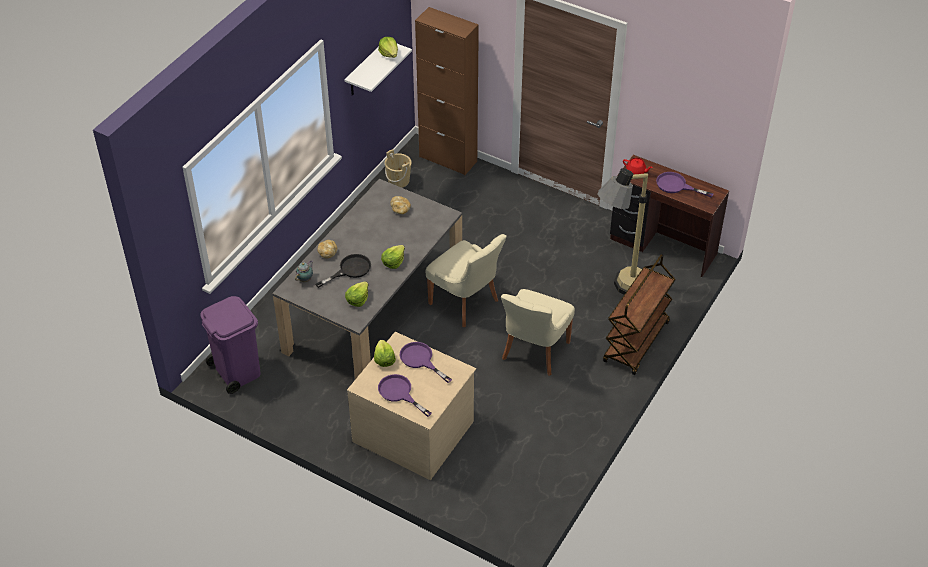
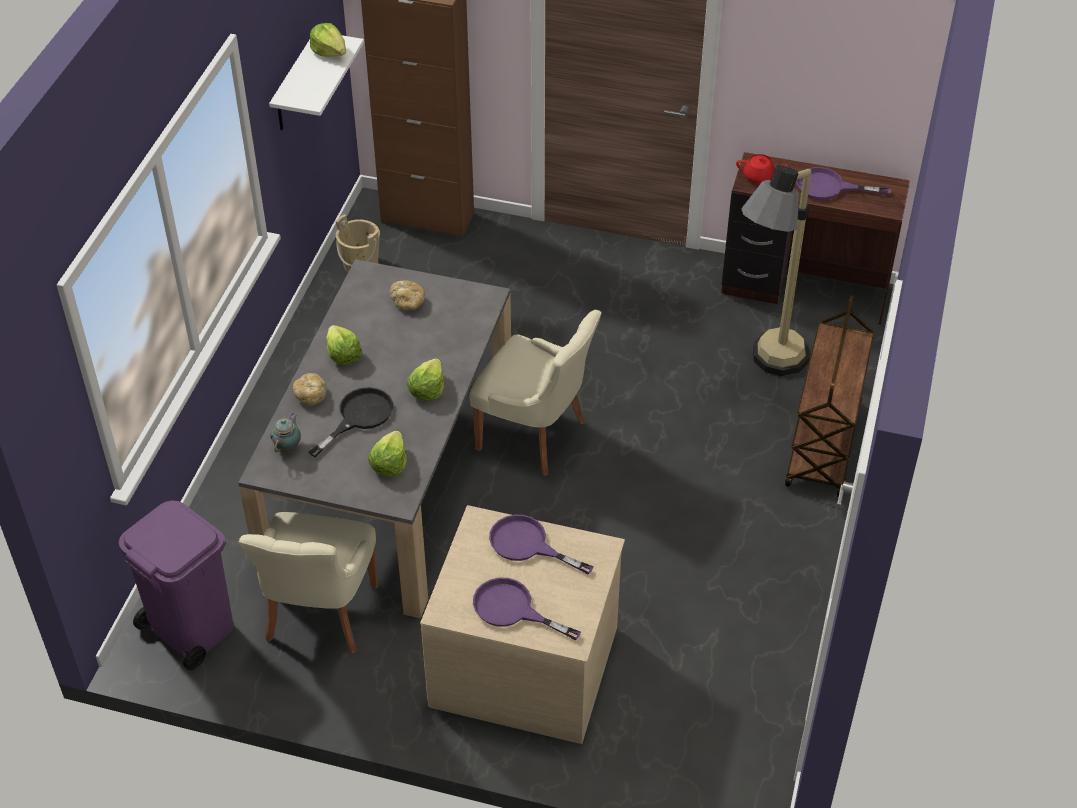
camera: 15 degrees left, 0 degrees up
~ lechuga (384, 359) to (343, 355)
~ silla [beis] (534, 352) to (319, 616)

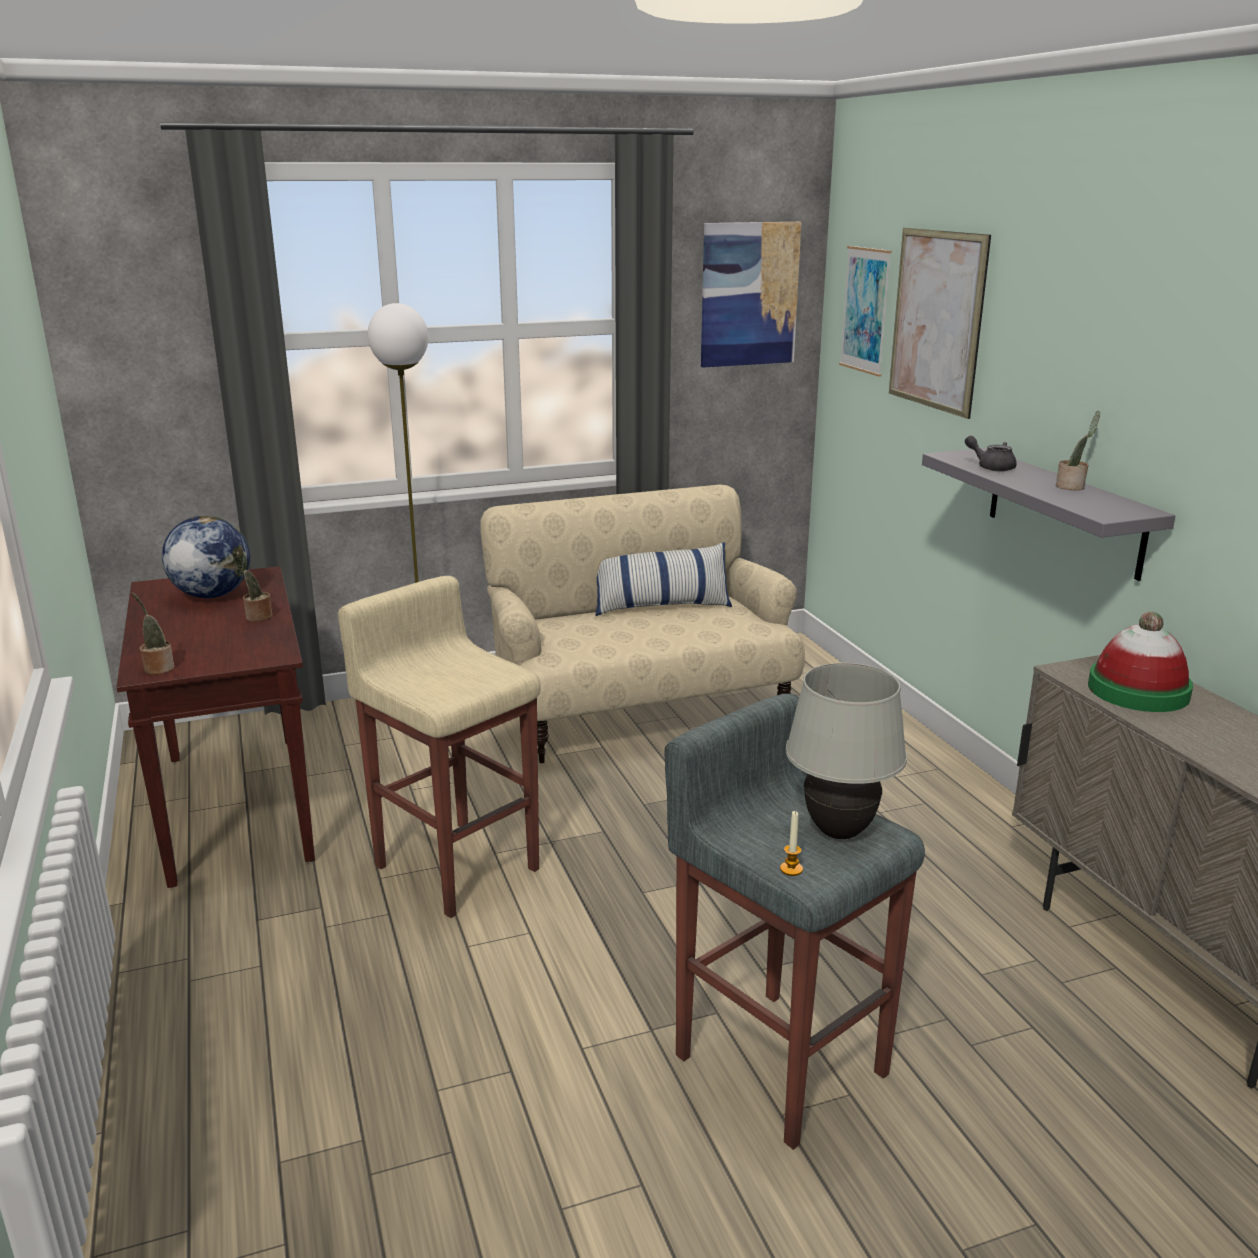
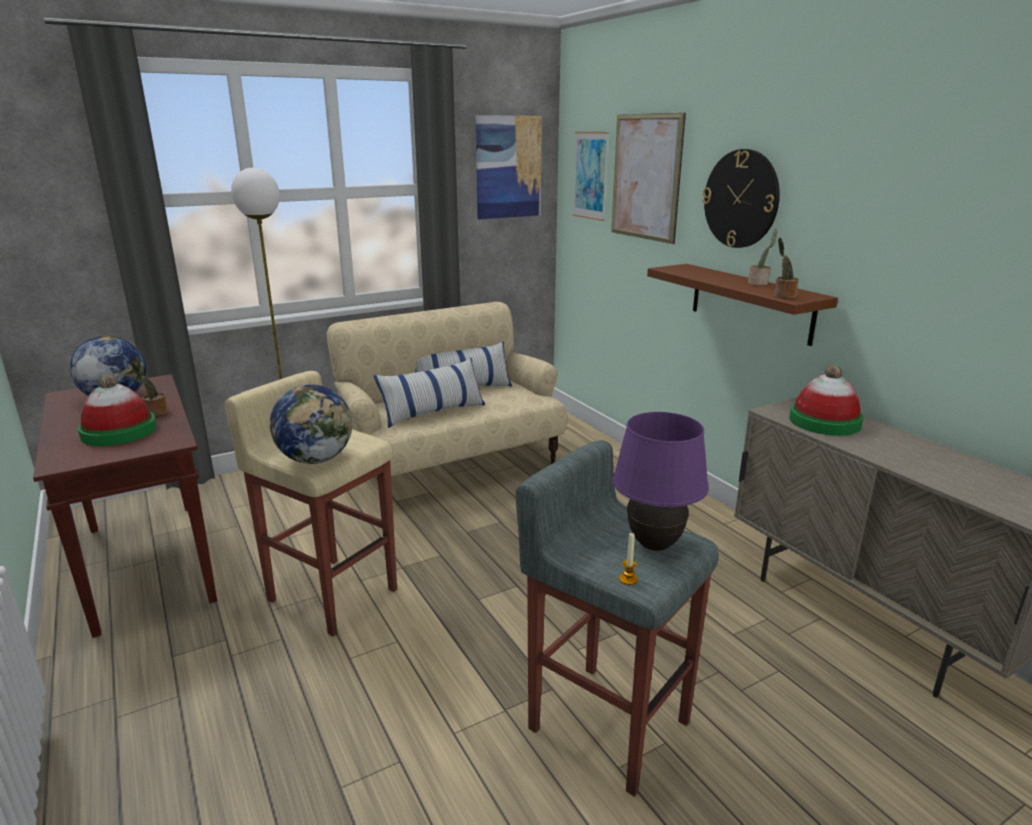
camera: 10 degrees left, 0 degrees up
~ planta en maceta (157, 668) to (783, 296)
~ lámpara de mesa [blanco] (839, 832) to lámpara de mesa [morado] (655, 545)
~ estante [gris] (1064, 512) to estante [marrón] (750, 303)
- tetera [gris] (991, 467)
+ sombrero (119, 431)
+ globo terráqueo (316, 459)
+ cojín (433, 412)
+ reloj de pared (741, 199)

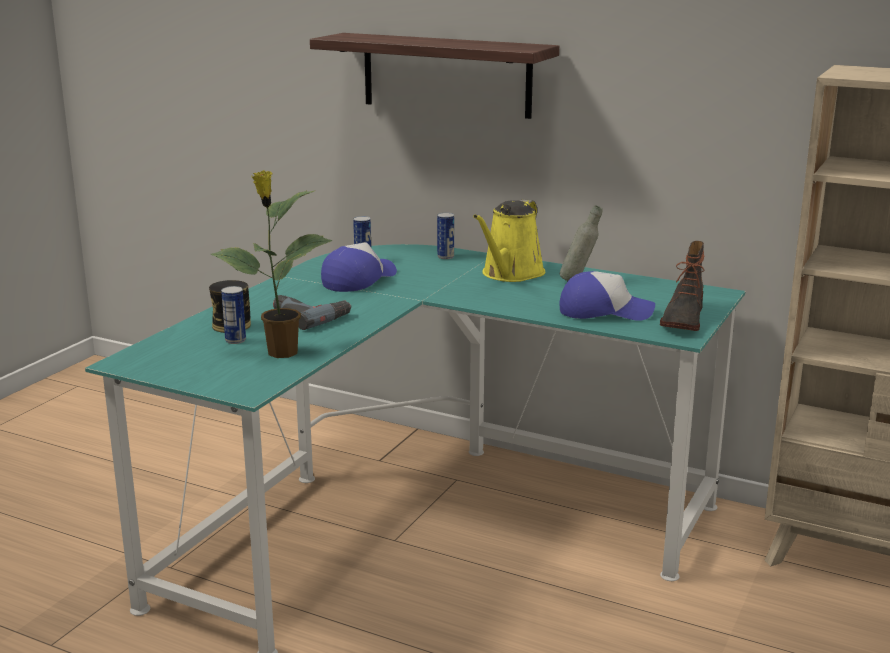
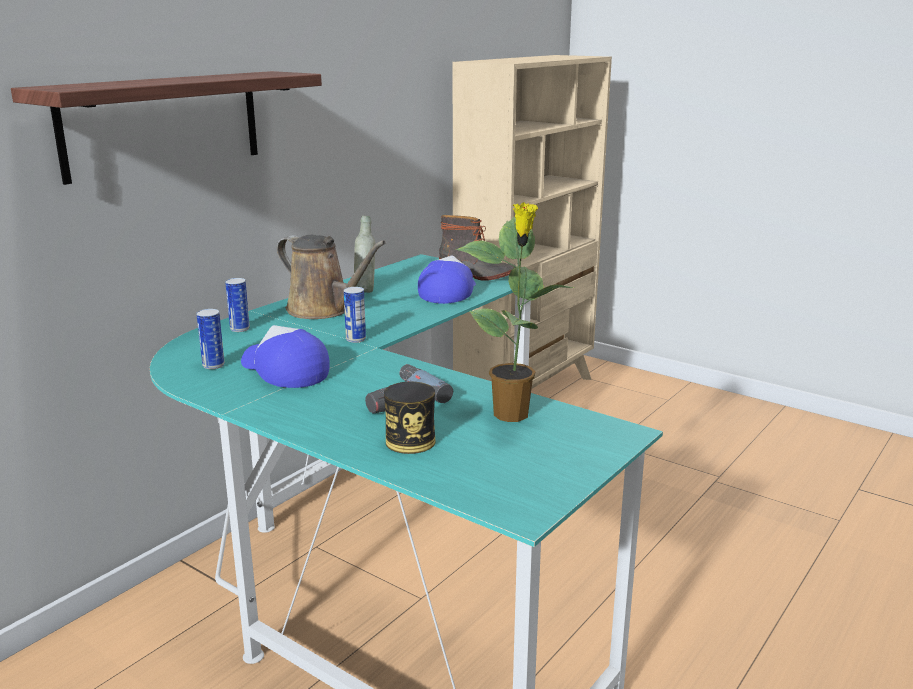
camera: 80 degrees left, 0 degrees up
~ lata (235, 340) to (355, 339)
~ regadera [amarillo] (510, 274) to regadera [marrón] (323, 310)

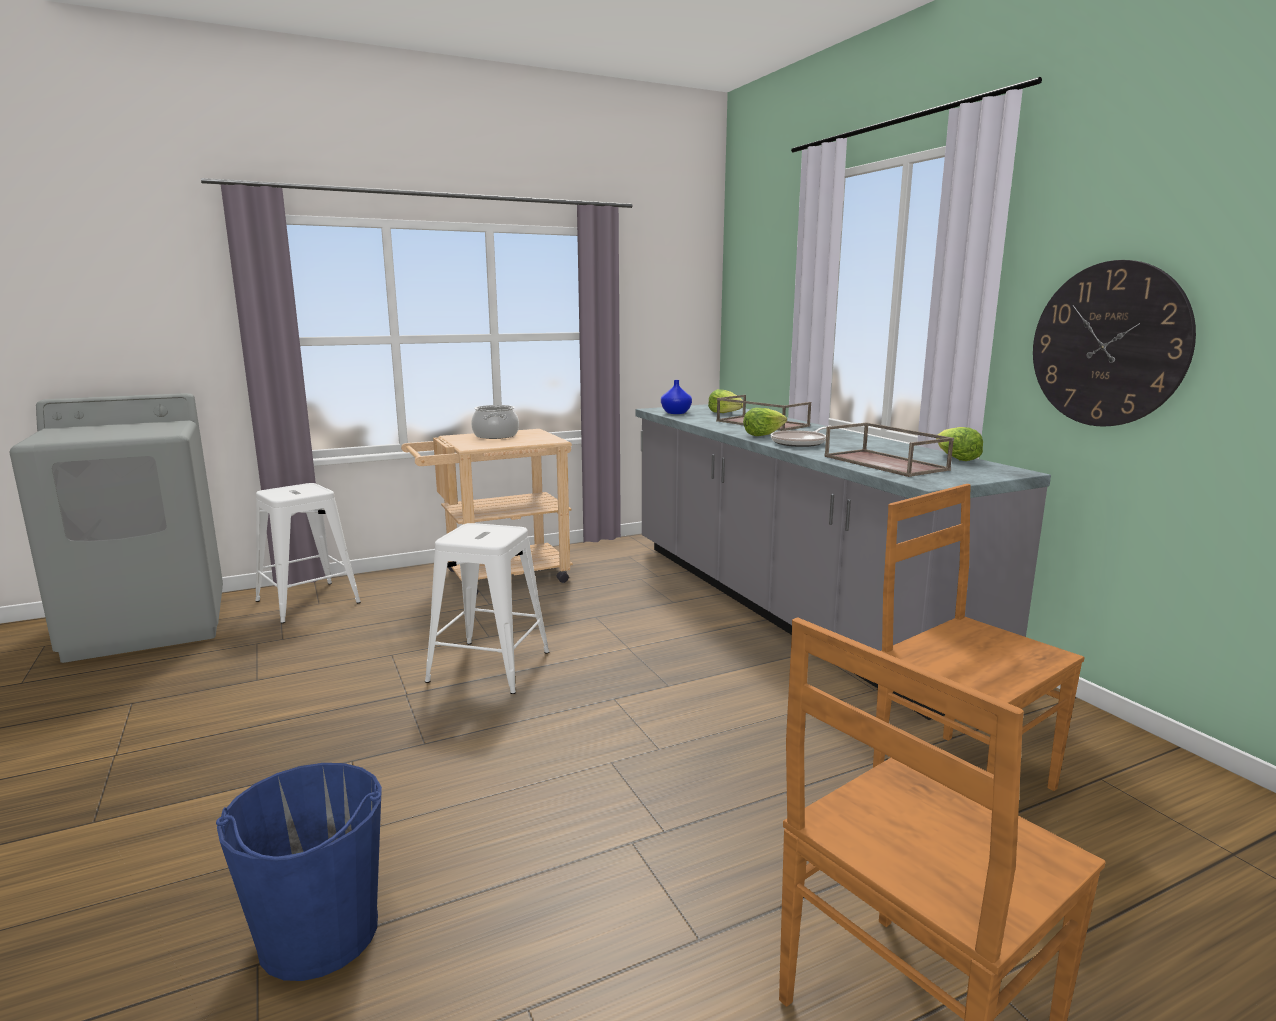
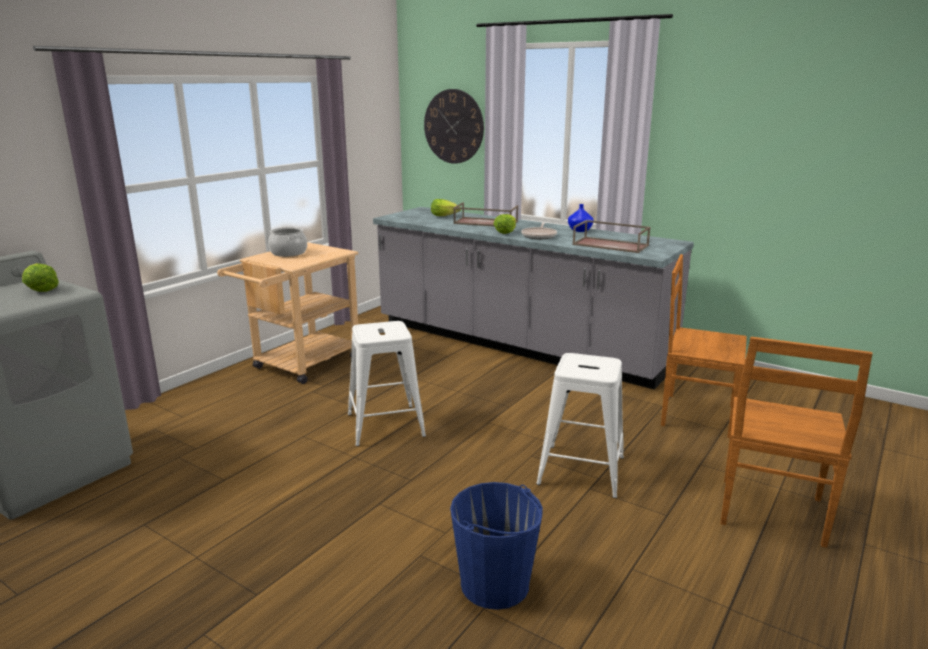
camera: 30 degrees left, 5 degrees up
~ taburete [blanco] (307, 602) to (580, 470)
~ florero [azul] (676, 413) to (579, 230)
~ lechuga (955, 458) to (40, 289)
~ reloj de pared (1108, 345) to (453, 126)

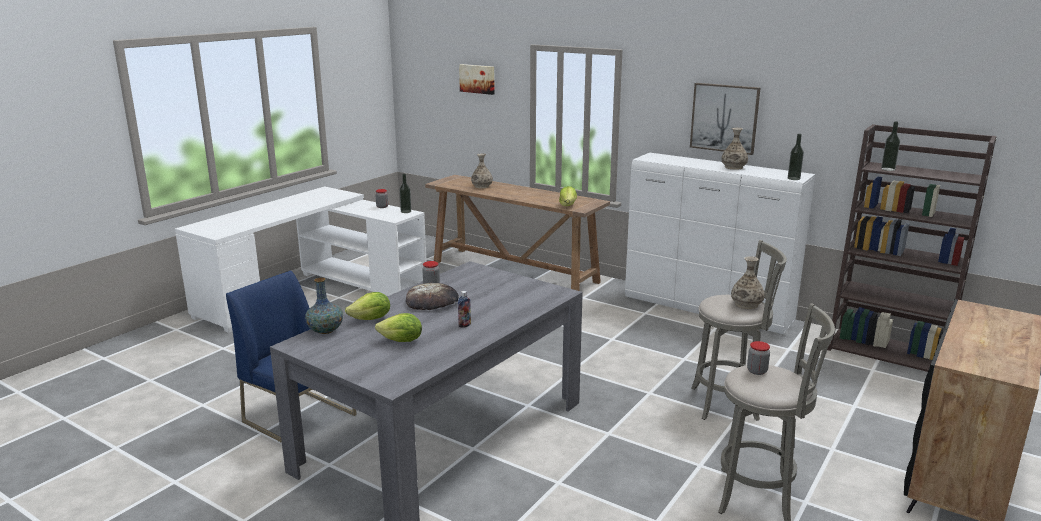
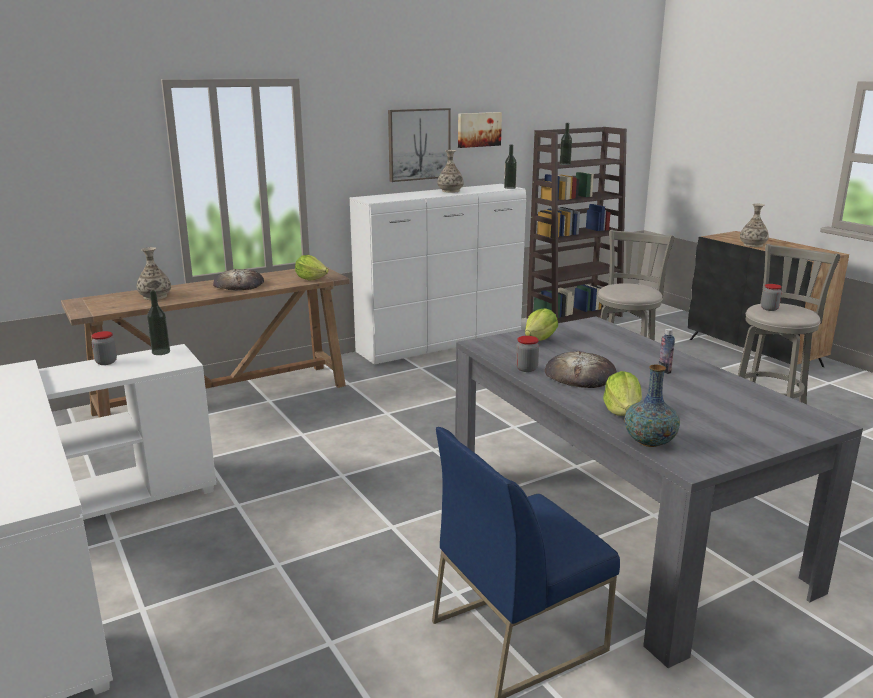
camera: 65 degrees left, 0 degrees up
~ lechuga (401, 341) to (539, 340)
~ cuadro (477, 79) to (478, 129)
~ florero (746, 304) to (752, 245)
+ pan (239, 284)

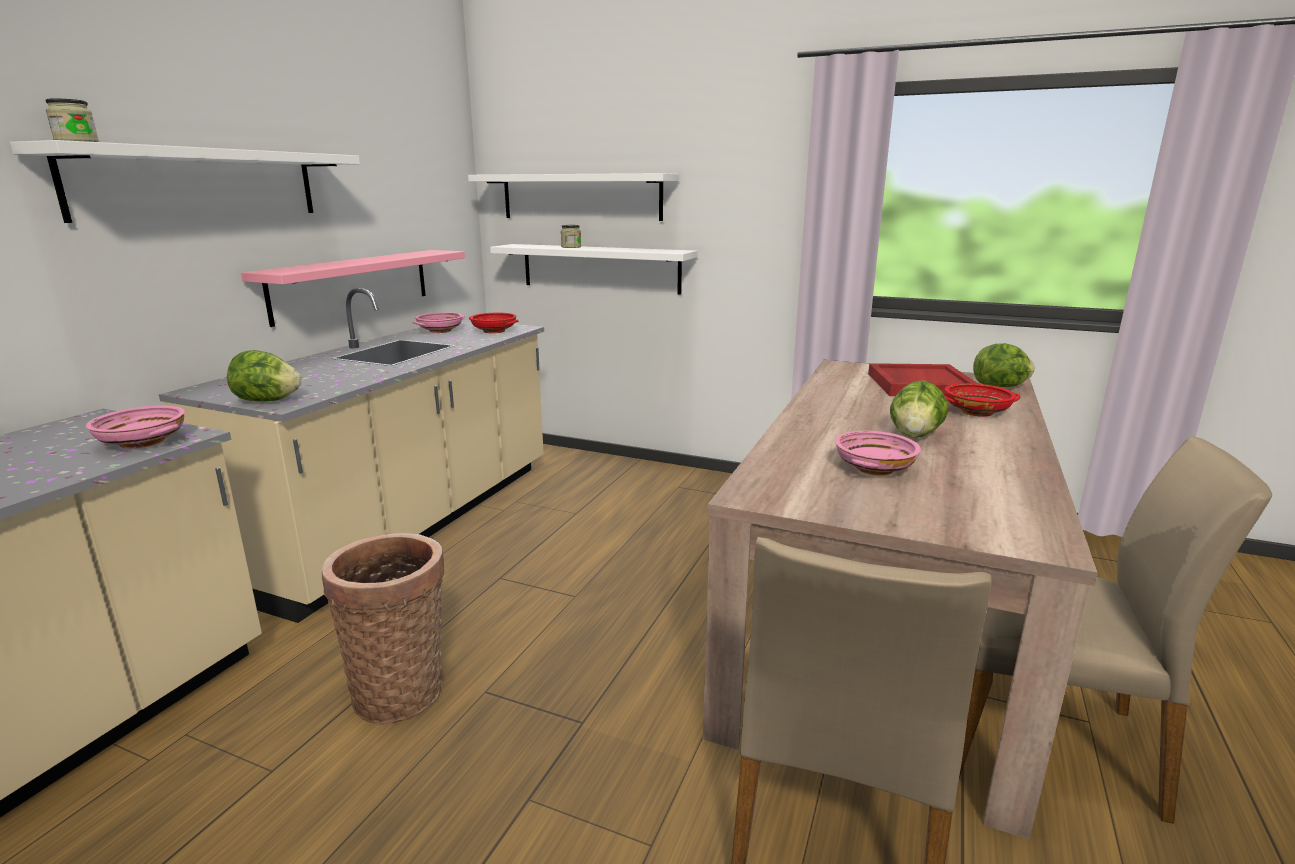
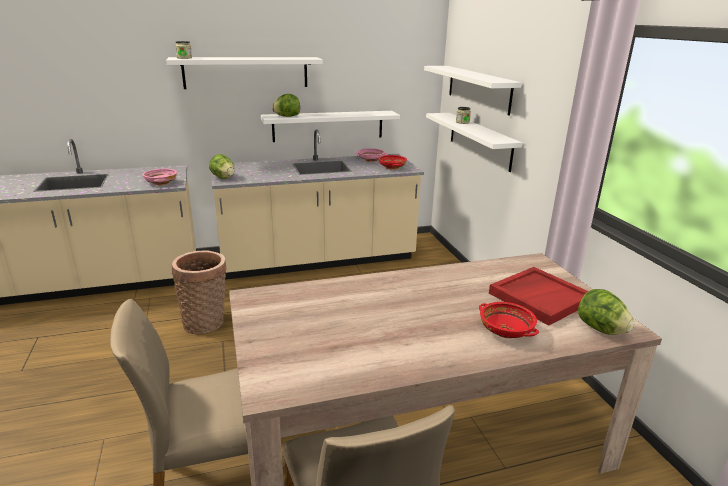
camera: 50 degrees right, 5 degrees up
~ estante [rosa] (353, 284) to estante [blanco] (328, 126)
- cuenco [rosa] (874, 468)
~ lechuga (915, 435) to (287, 116)

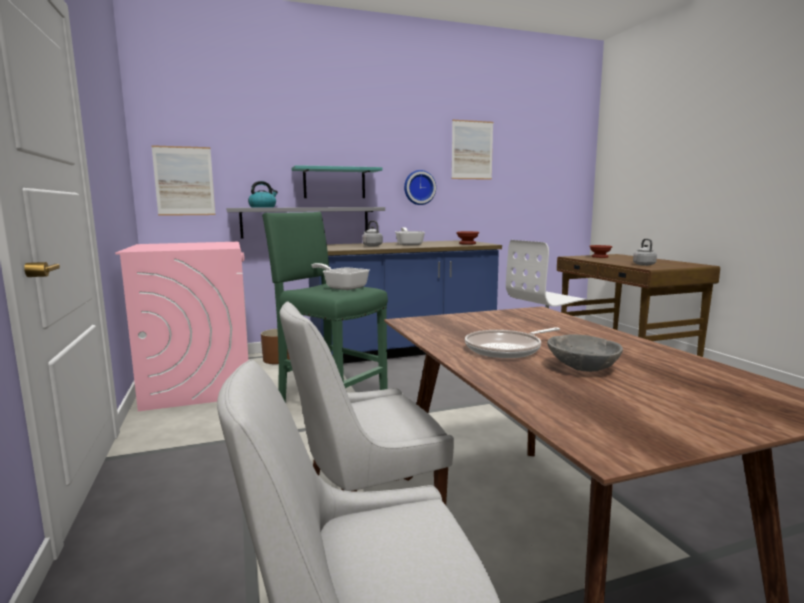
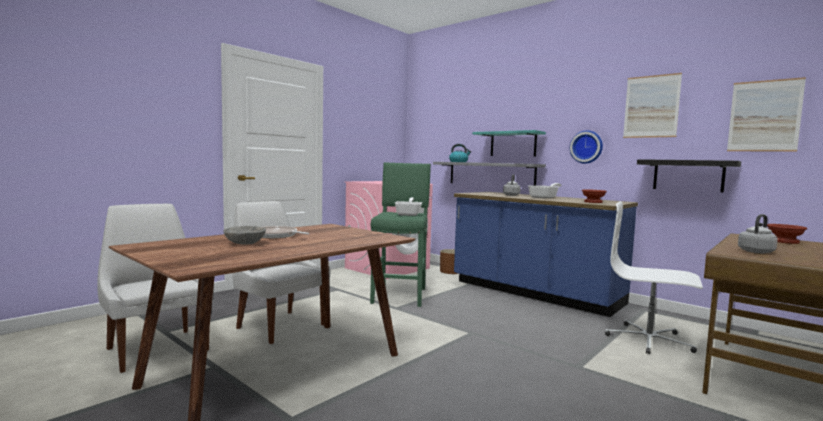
camera: 60 degrees right, 5 degrees down
~ cuadro (184, 181) to (764, 116)
+ estante [negro] (688, 175)

